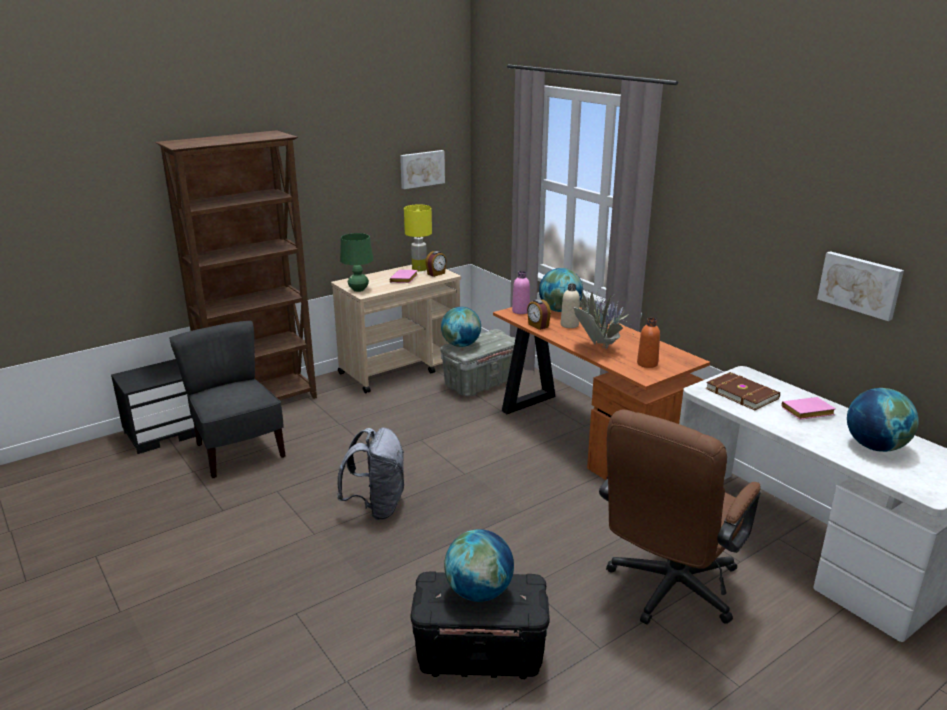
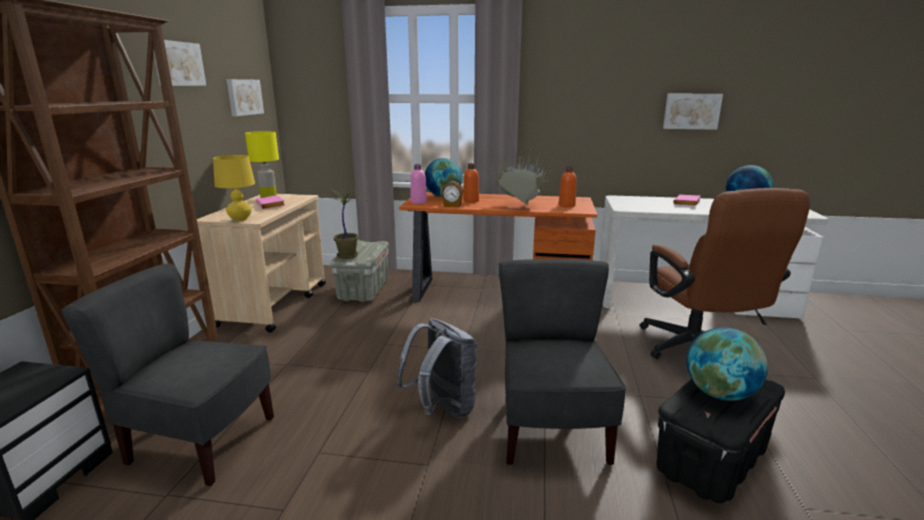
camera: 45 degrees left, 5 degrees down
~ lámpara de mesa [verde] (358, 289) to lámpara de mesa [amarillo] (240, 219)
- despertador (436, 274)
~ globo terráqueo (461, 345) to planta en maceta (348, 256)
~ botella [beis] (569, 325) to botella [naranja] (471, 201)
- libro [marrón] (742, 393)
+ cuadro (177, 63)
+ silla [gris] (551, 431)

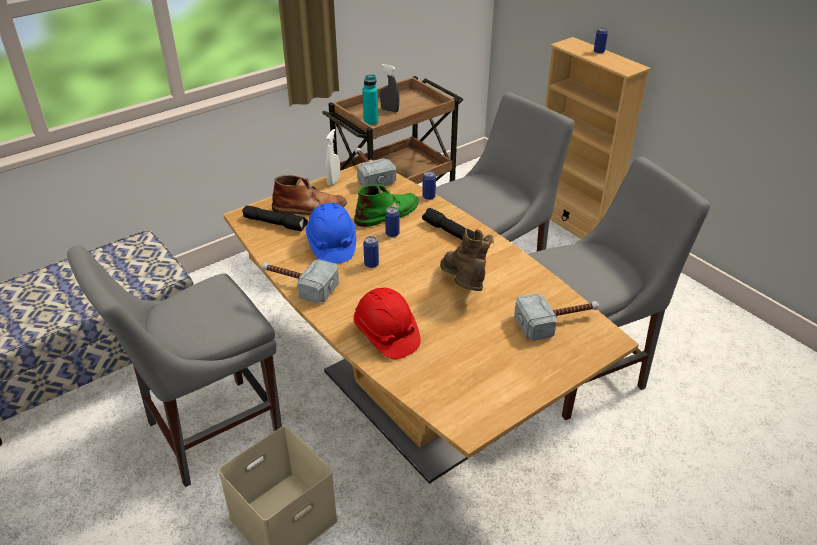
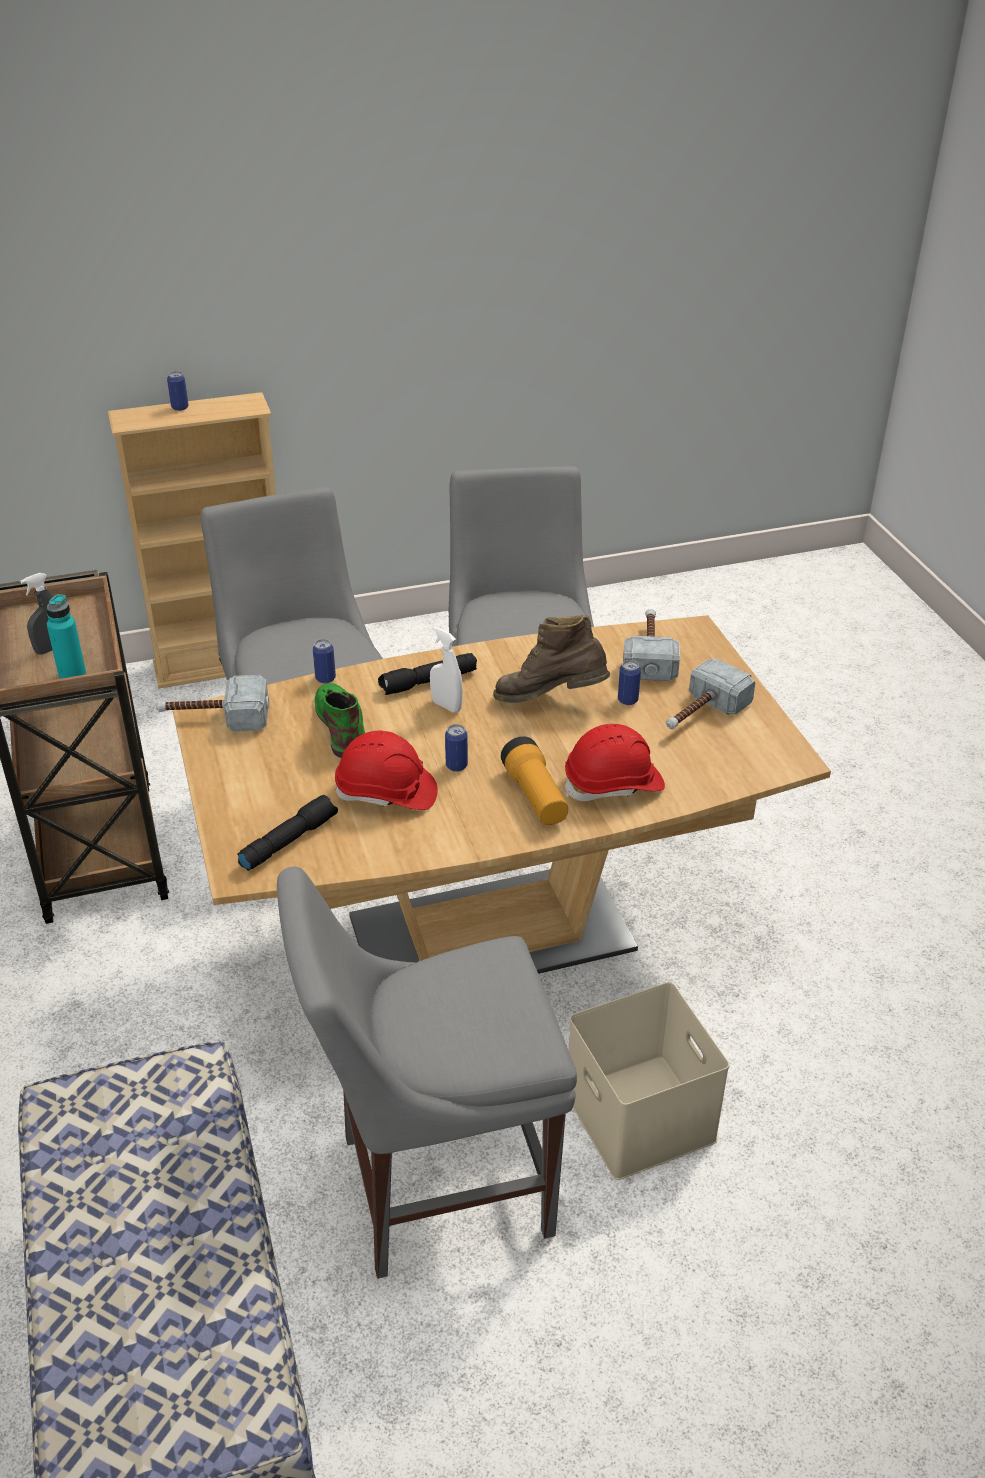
camera: 70 degrees left, 0 degrees up
~ silla [gris] (207, 432) = (434, 1185) 90 degrees clockwise
~ martillo (298, 284) to (700, 714)
- bota [marrón] (310, 208)
~ casco [azul] (331, 245) to casco [rojo] (386, 793)
~ pulverizador [blanco] (333, 181) to (446, 706)
~ lata (392, 234) to (627, 700)
+ linterna (535, 796)

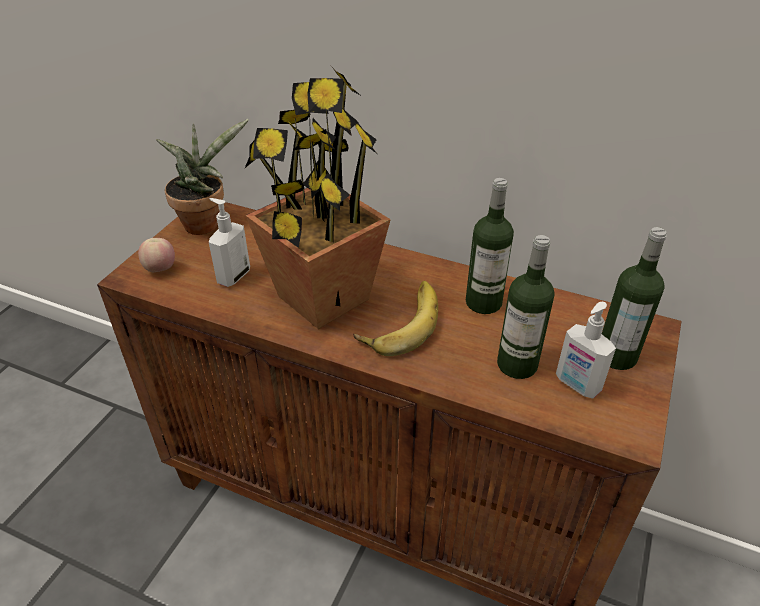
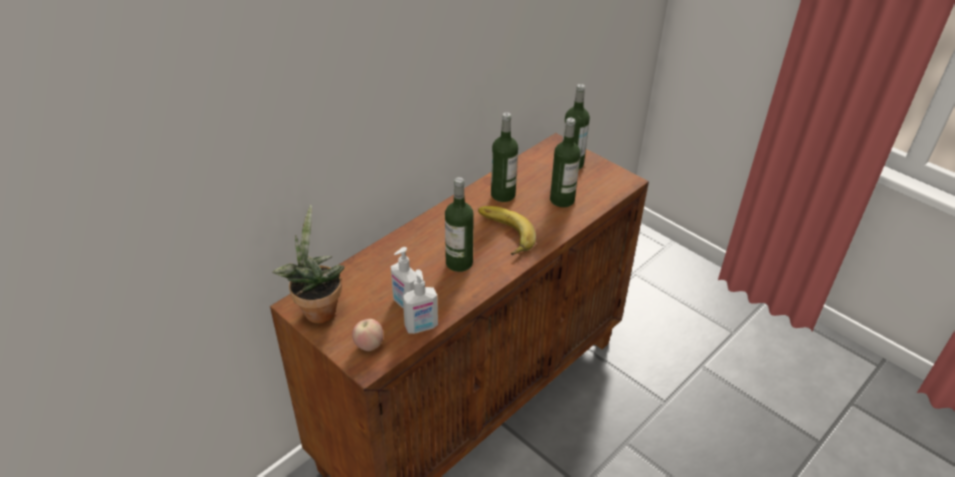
camera: 70 degrees left, 0 degrees up
~ planta en maceta (322, 298) to botella (459, 263)
~ dispensador de jabón (576, 385) to (421, 327)

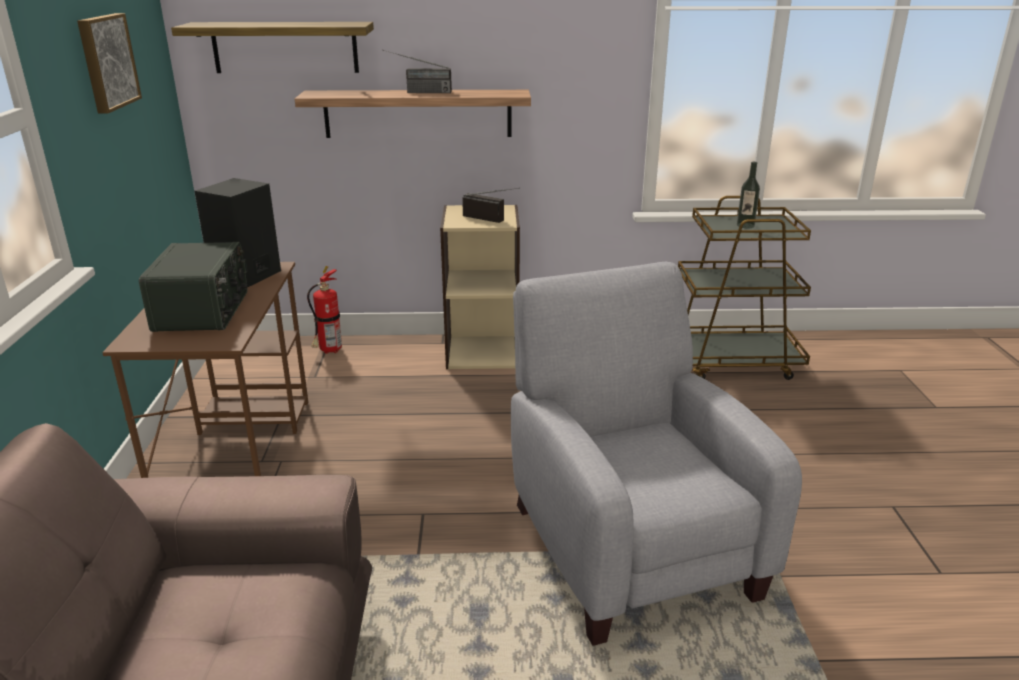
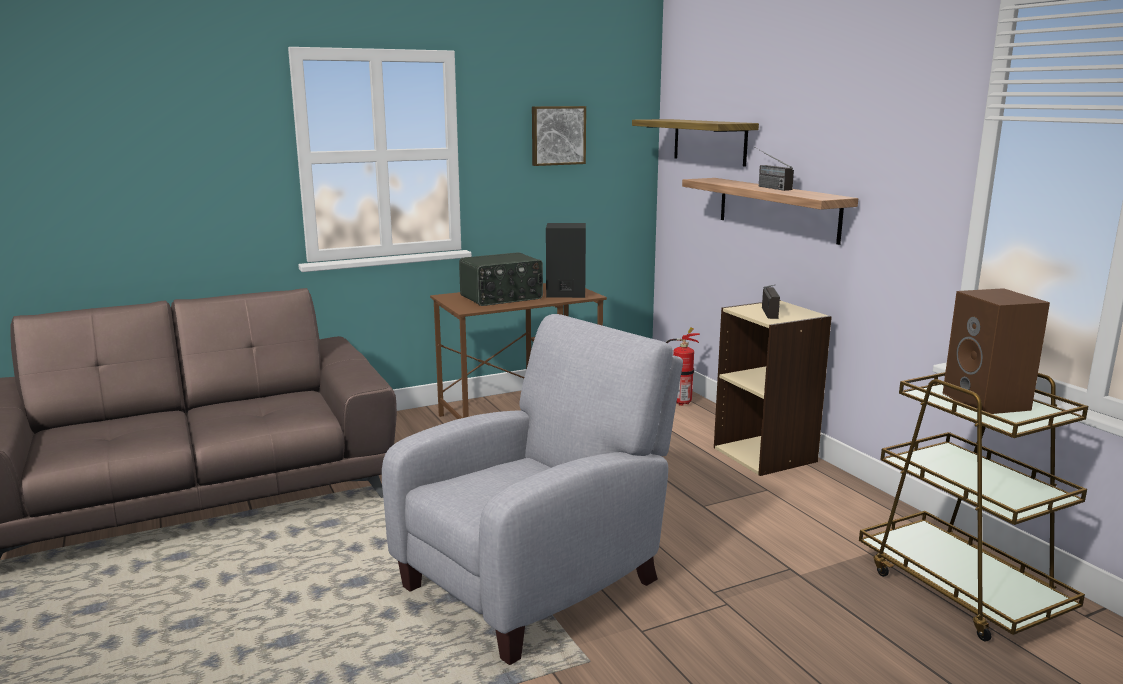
camera: 65 degrees right, 10 degrees down
~ botella (745, 225) to altavoz [marrón] (988, 402)

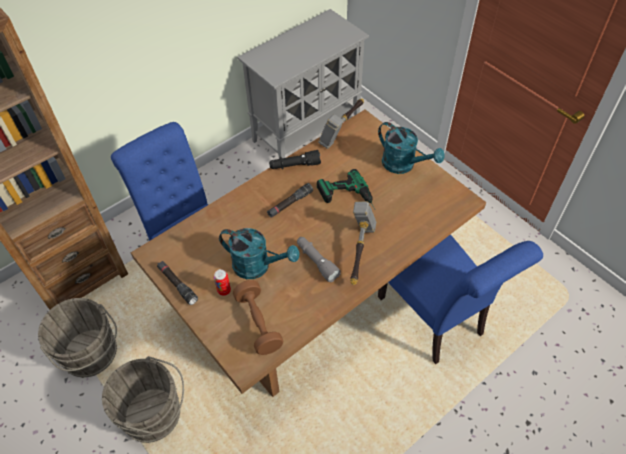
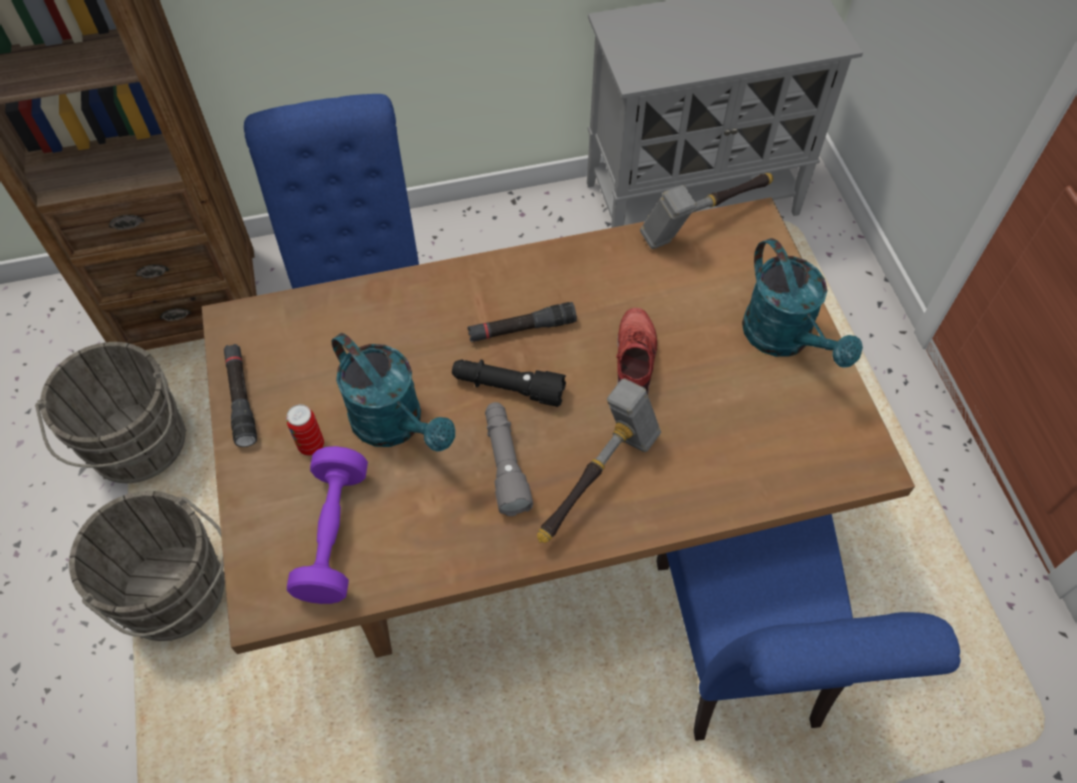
camera: 25 degrees right, 5 degrees up
~ mancuerna [marrón] (258, 323) to mancuerna [morado] (333, 535)
~ linterna [negro] (295, 165) to (508, 388)
~ taladro (347, 198) to zapato [rojo] (635, 363)

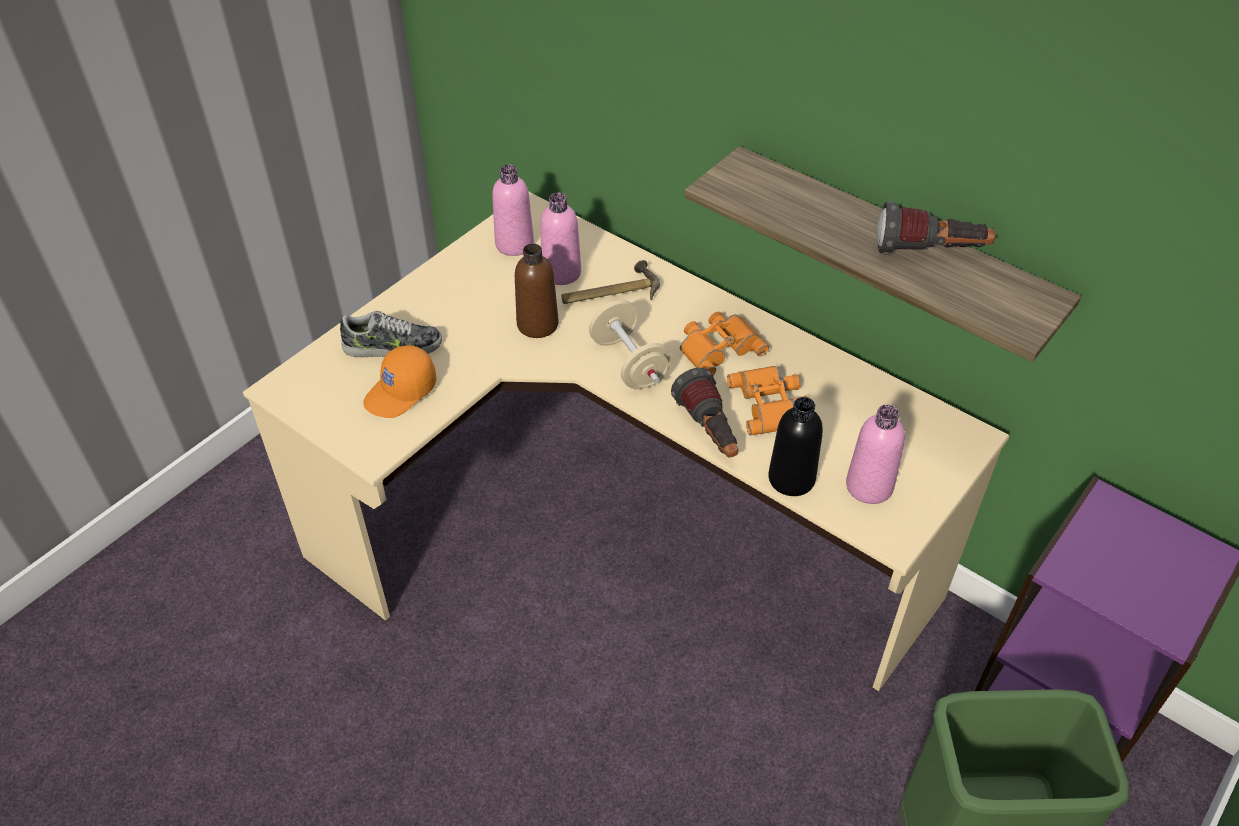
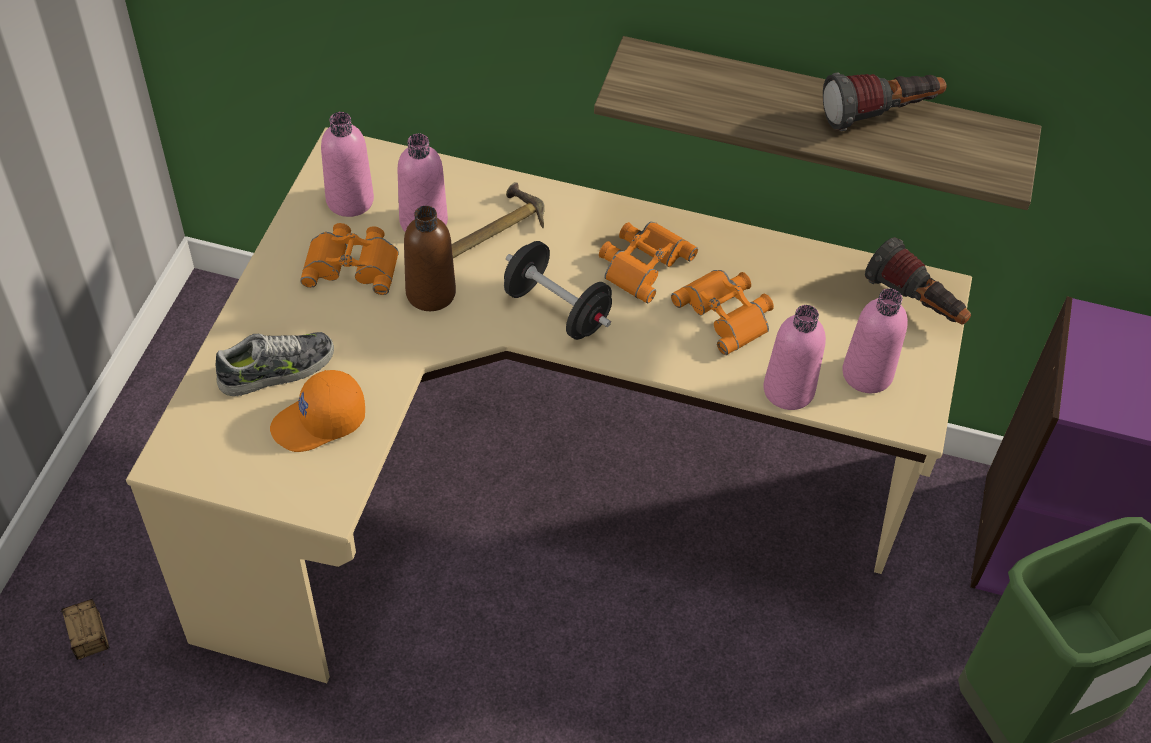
camera: 25 degrees left, 5 degrees up
~ gorra [naranja] (401, 392) = (319, 422) 45 degrees clockwise
~ mancuerna [beis] (629, 363) to mancuerna [negro] (556, 310)
~ linterna (709, 432) to (915, 303)
~ botella [negro] (791, 479) to botella [rosa] (788, 390)
+ caja de almacenaje (95, 662)
+ prismáticos [naranja] (353, 264)

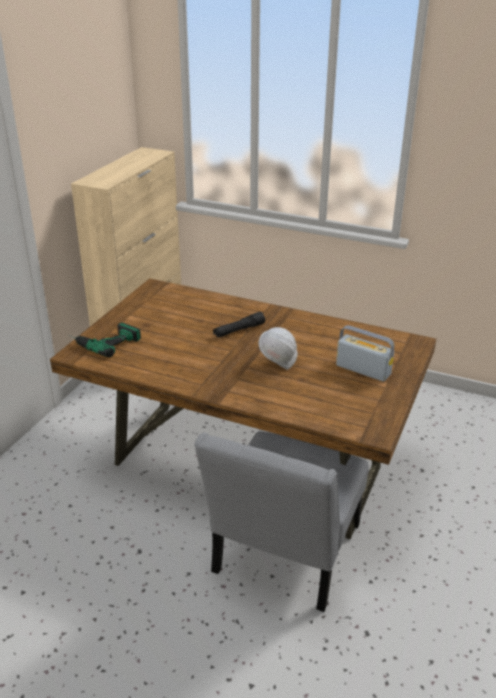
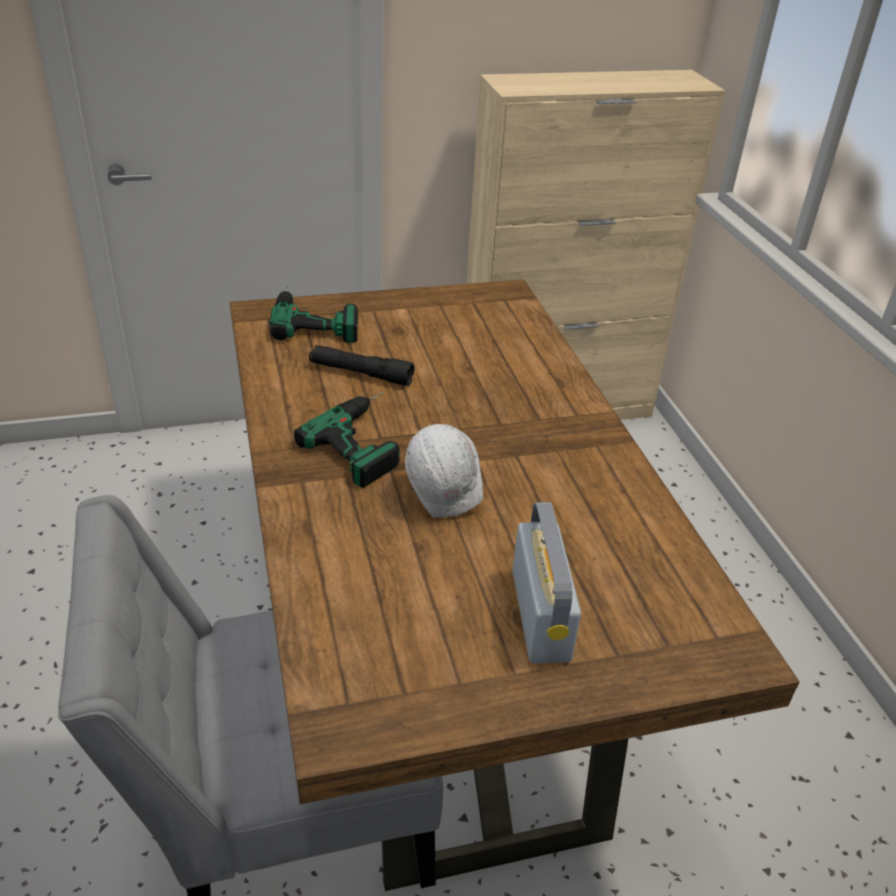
camera: 50 degrees right, 5 degrees up
~ linterna [negro] (239, 330) to (361, 373)
+ taladro (368, 440)

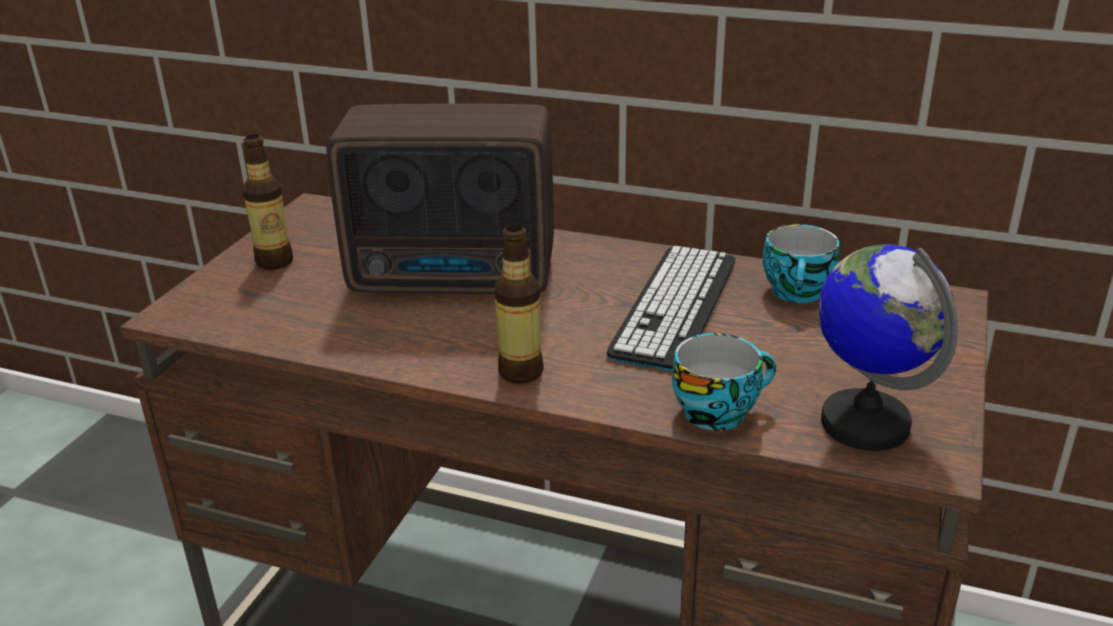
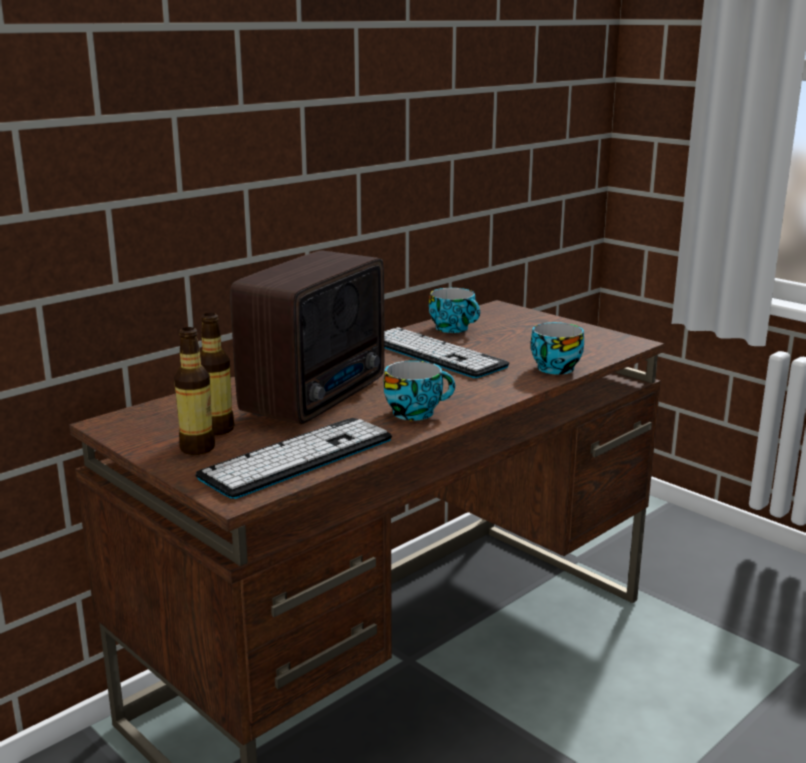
camera: 65 degrees left, 10 degrees down
~ botella (520, 372) to (217, 429)
- globo terráqueo (865, 423)
+ teclado (298, 458)
+ taza (416, 412)

